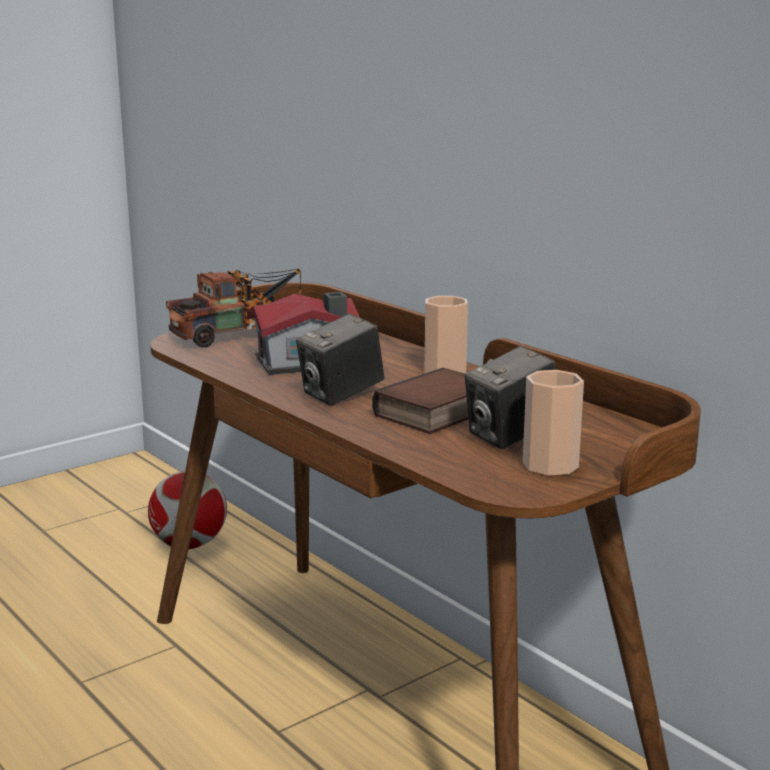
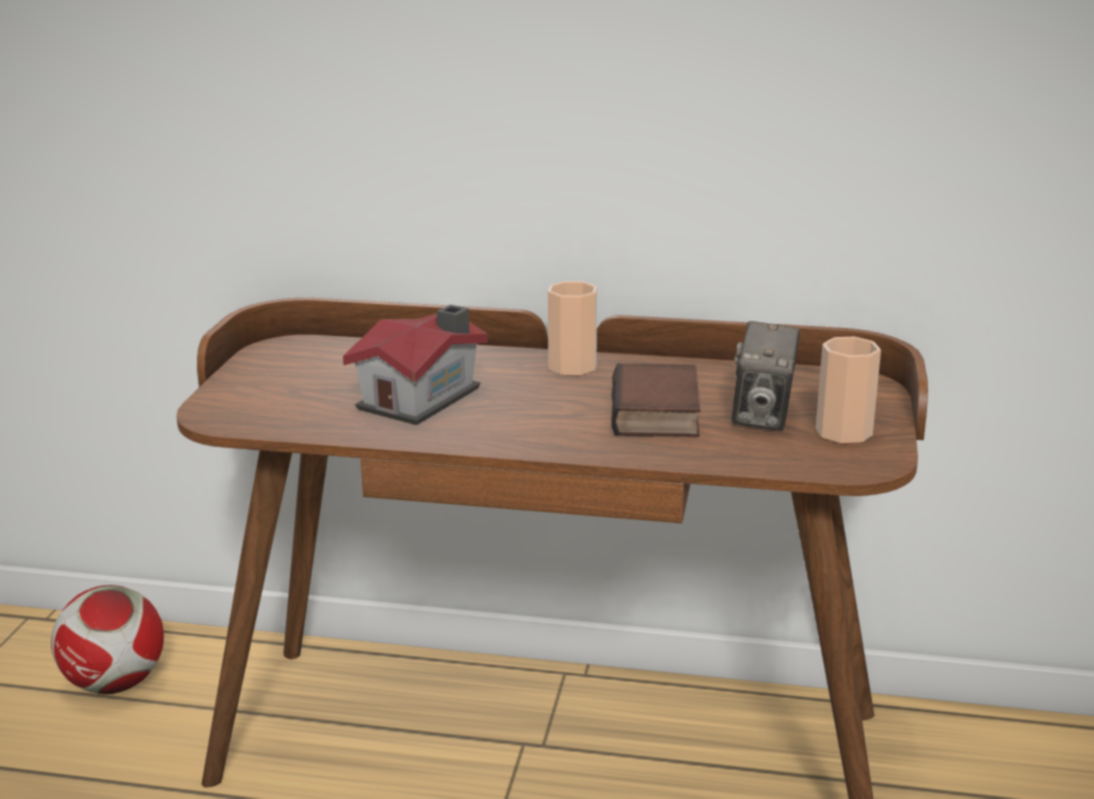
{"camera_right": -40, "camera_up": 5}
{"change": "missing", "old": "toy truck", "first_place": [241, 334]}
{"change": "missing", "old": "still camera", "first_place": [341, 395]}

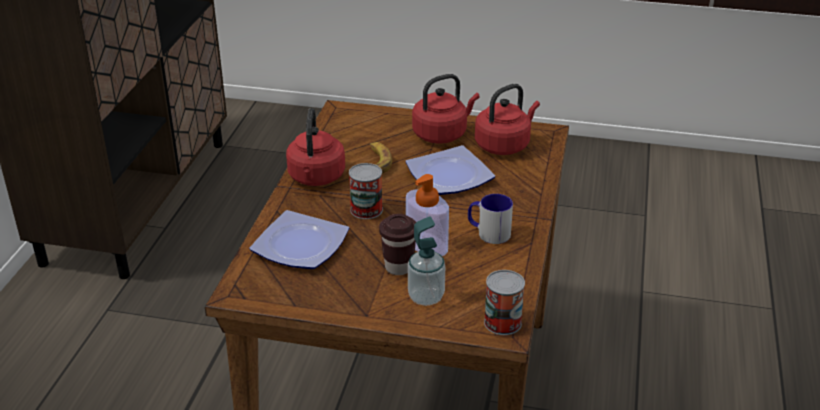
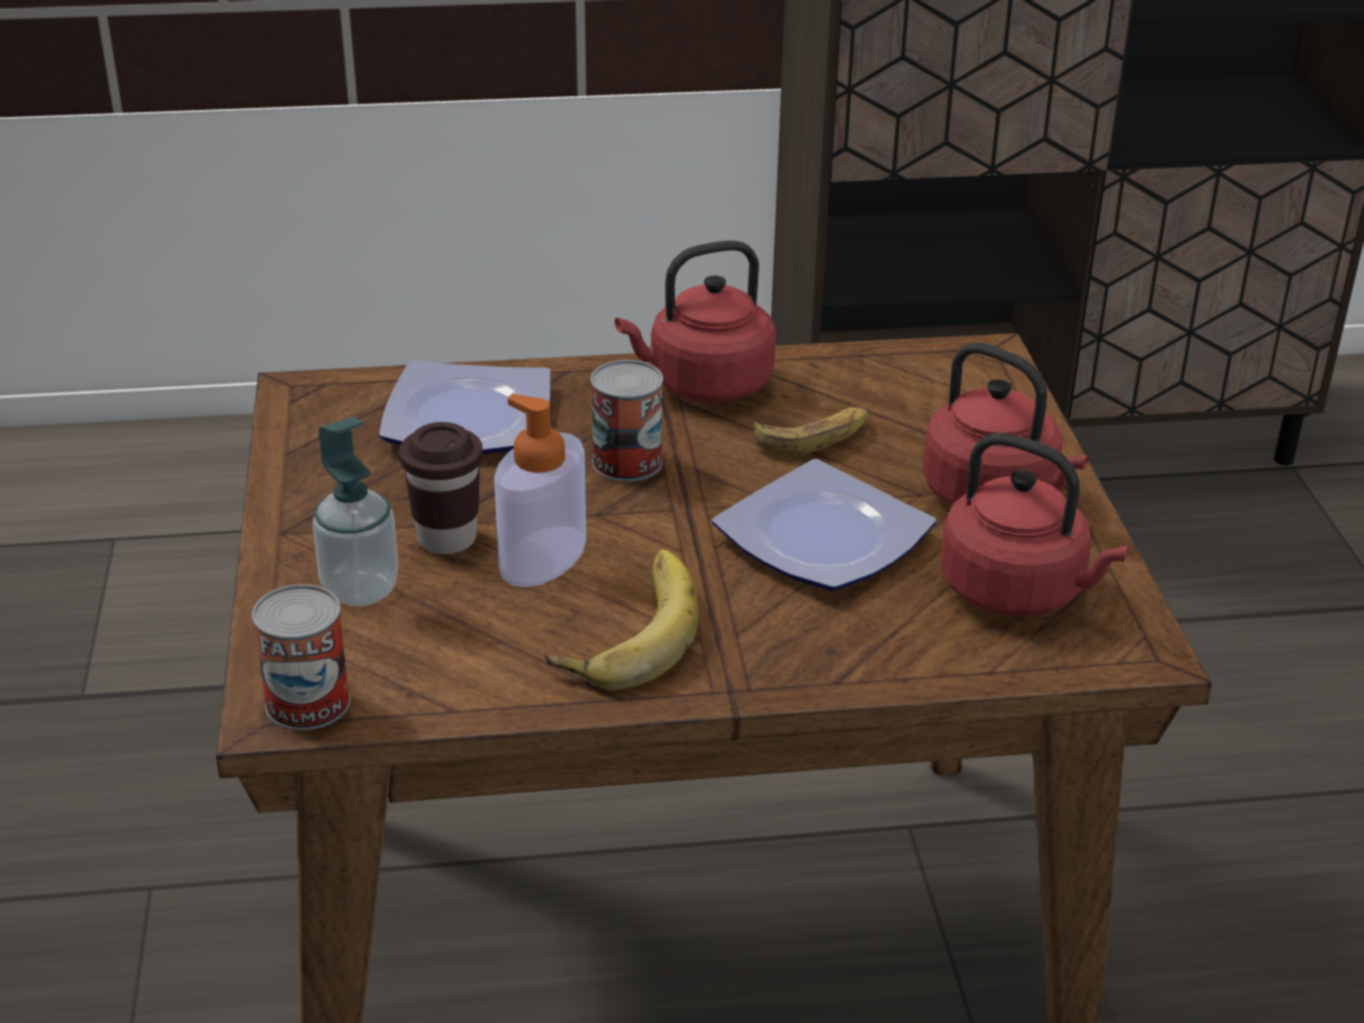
{"camera_right": 70, "camera_up": 0}
{"change": "exchanged", "old": "mug", "new": "banana", "first_place": [488, 233], "second_place": [626, 630]}

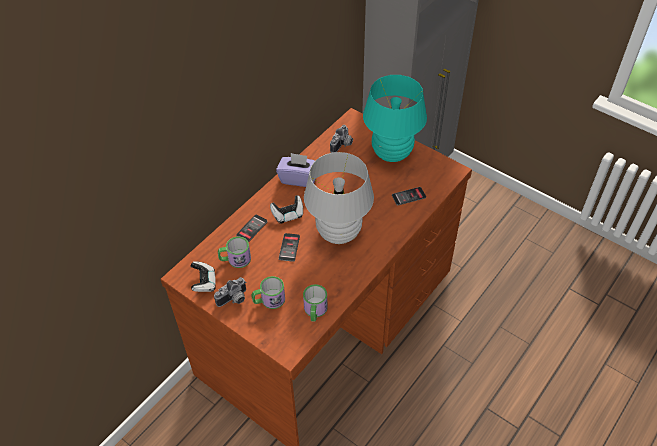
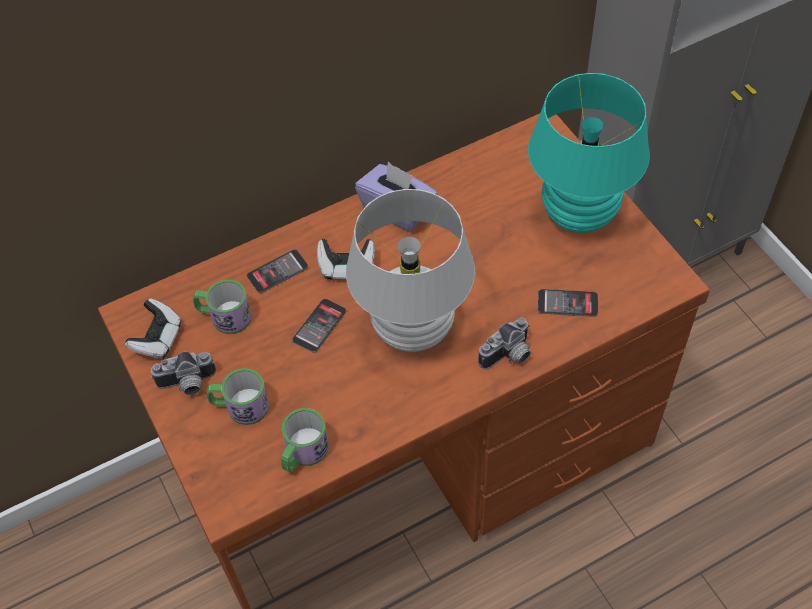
{"camera_right": 25, "camera_up": 5}
{"change": "relocated", "old": "still camera", "first_place": [342, 145], "second_place": [509, 356]}

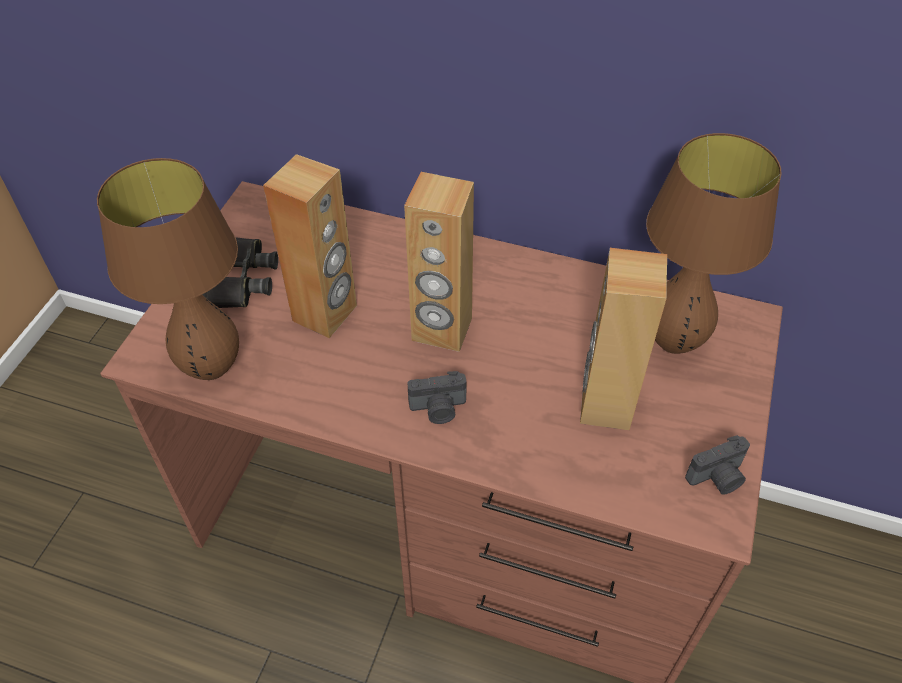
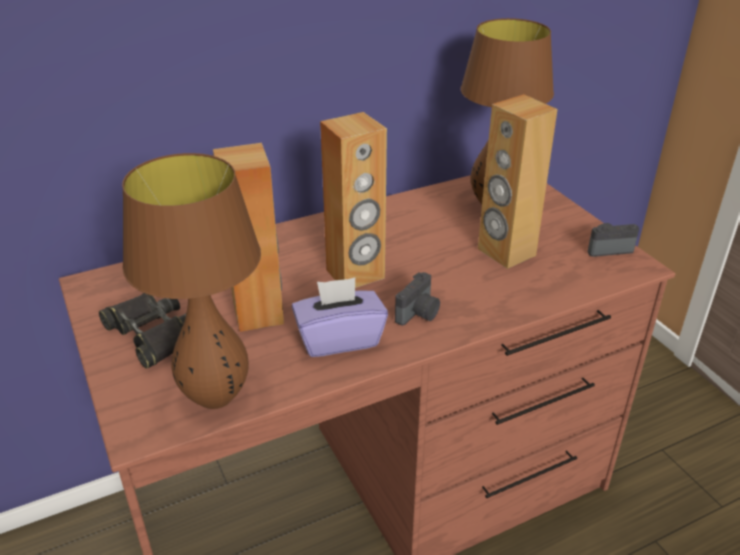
{"camera_right": -45, "camera_up": -15}
{"change": "appeared", "new": "box of tissues (purplish)", "second_place": [339, 339]}
{"change": "spun", "old": "still camera", "first_place": [718, 478], "second_place": [607, 248], "degrees": -120}

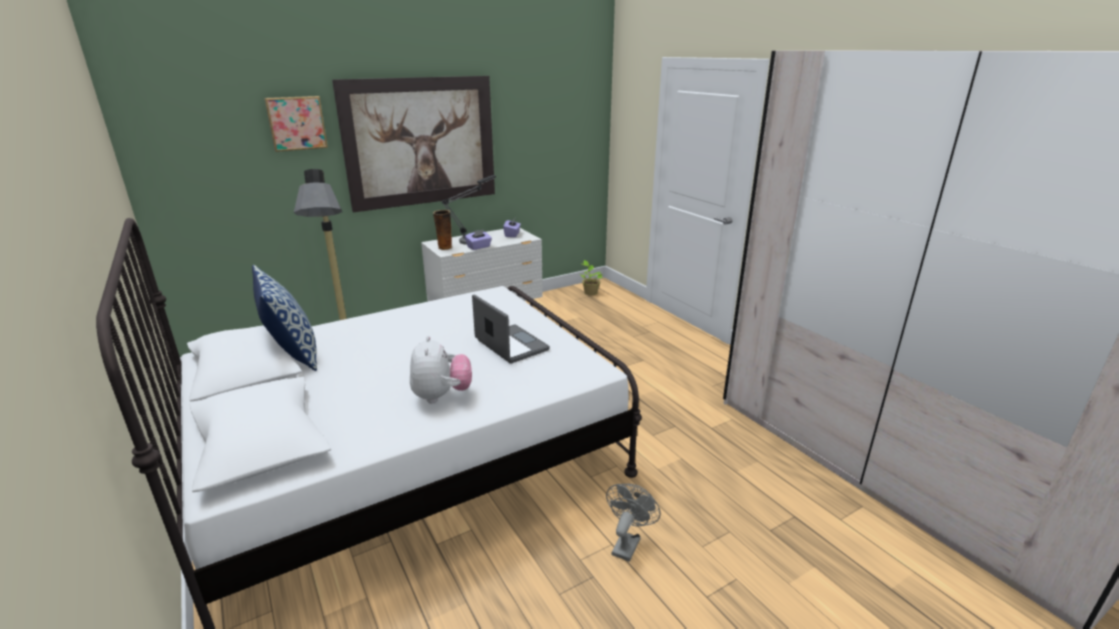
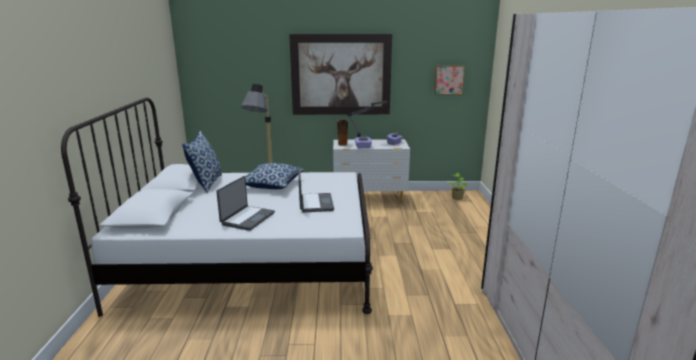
{"camera_right": 30, "camera_up": -5}
{"change": "exchanged", "old": "plush toy", "new": "laptop", "first_place": [441, 396], "second_place": [247, 218]}
{"change": "appeared", "new": "pillow", "second_place": [271, 184]}
{"change": "relocated", "old": "wall picture", "first_place": [296, 123], "second_place": [449, 79]}
{"change": "missing", "old": "fan (gray)", "first_place": [627, 543]}

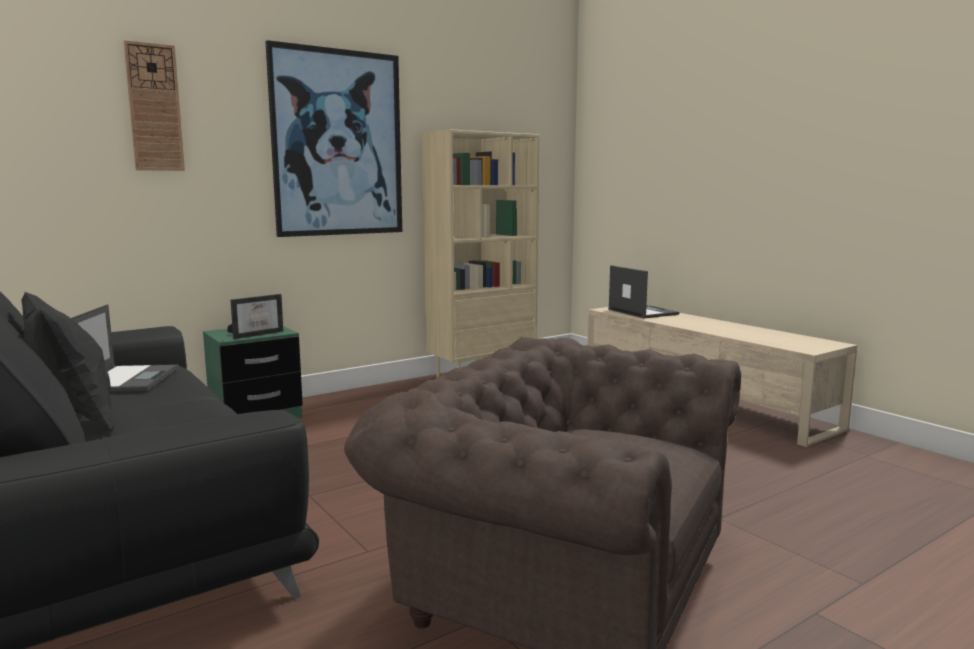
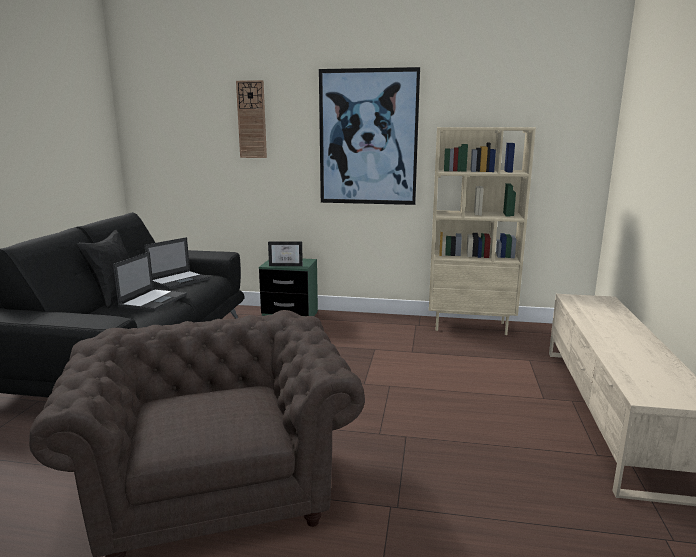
{"camera_right": 45, "camera_up": 5}
{"change": "relocated", "old": "laptop", "first_place": [642, 312], "second_place": [153, 300]}

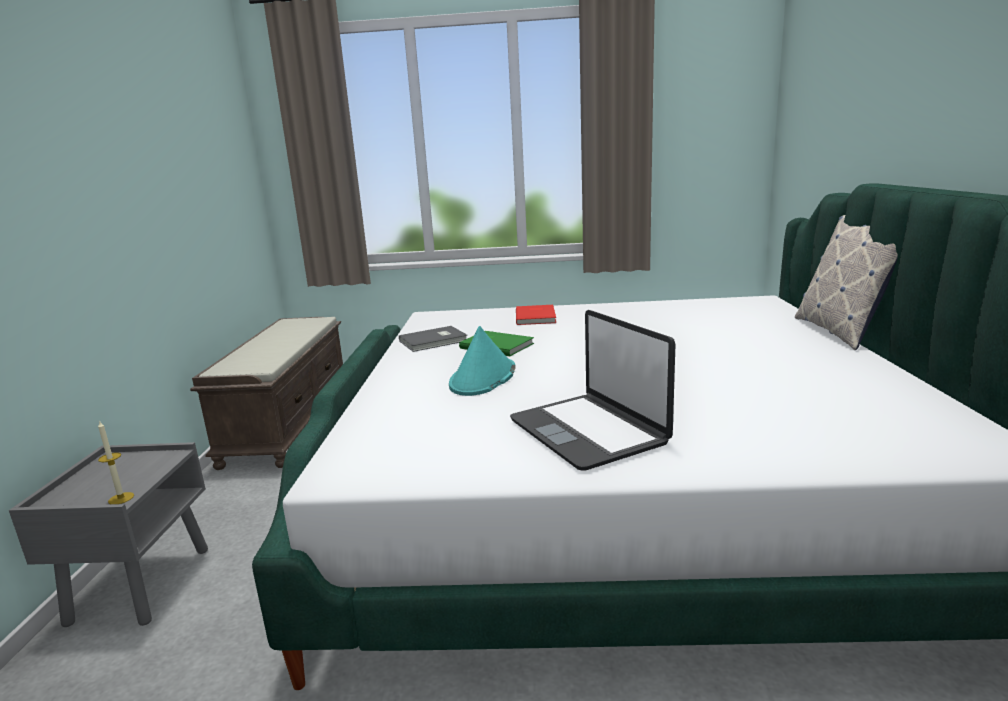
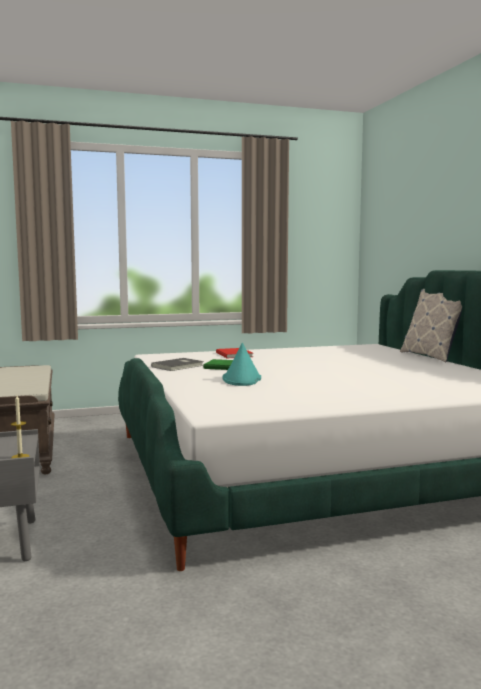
{"camera_right": -20, "camera_up": -10}
{"change": "missing", "old": "laptop", "first_place": [588, 431]}

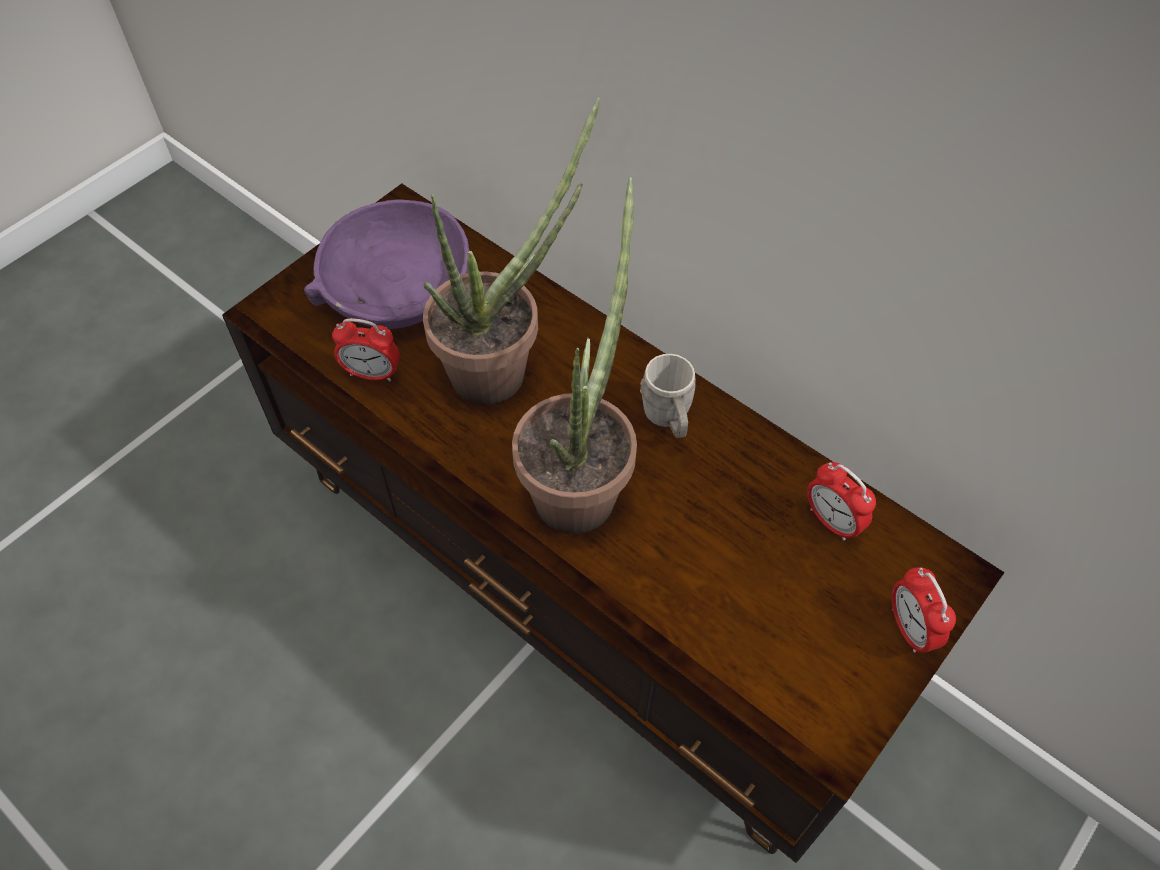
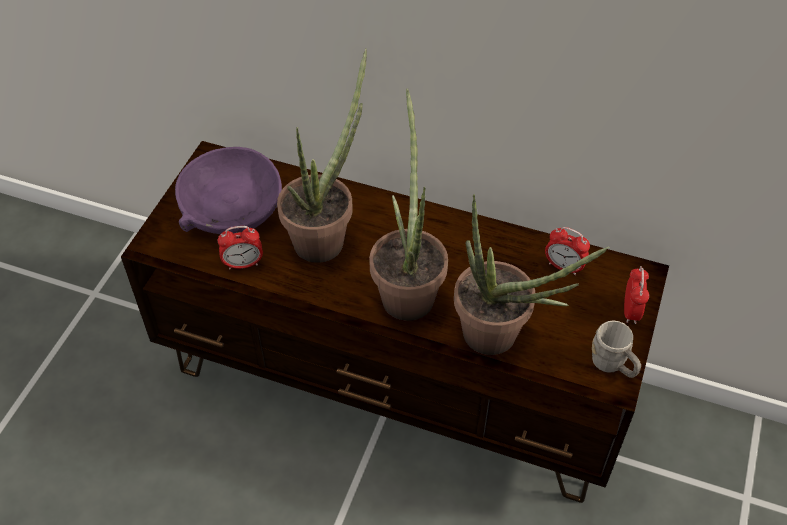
{"camera_right": -20, "camera_up": -5}
{"change": "appeared", "new": "houseplant", "second_place": [500, 339]}
{"change": "relocated", "old": "mug (gray)", "first_place": [668, 419], "second_place": [613, 365]}
{"change": "spun", "old": "alarm clock", "first_place": [909, 629], "second_place": [630, 311], "degrees": -135}

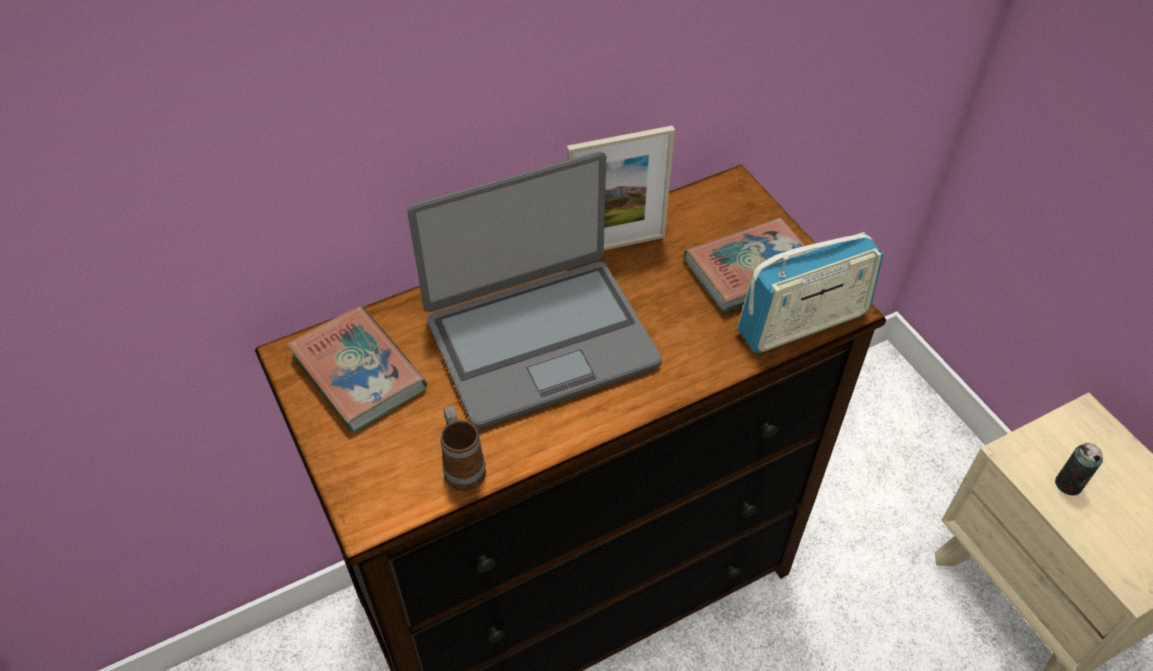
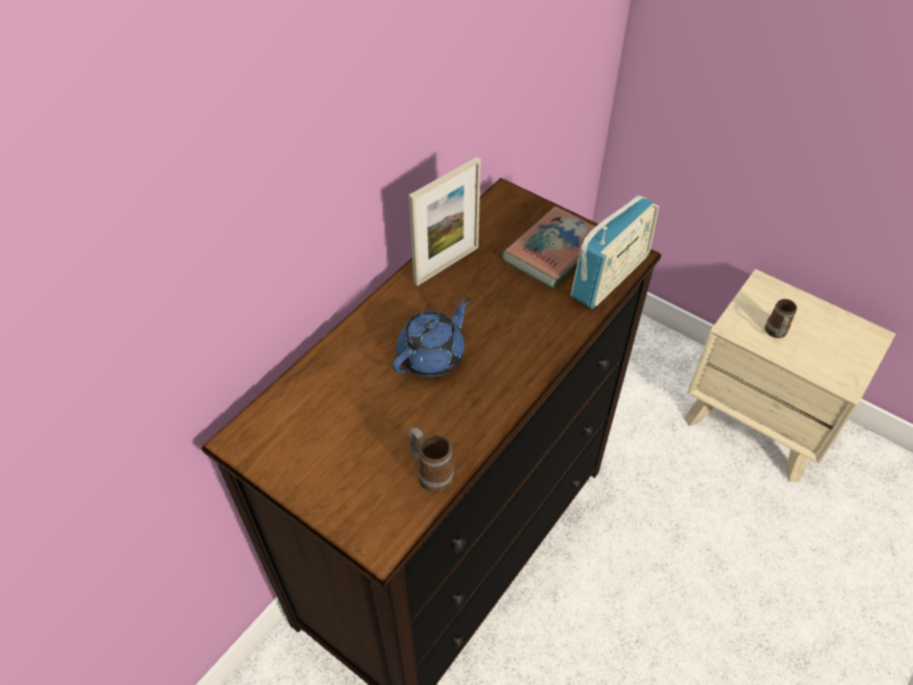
{"camera_right": -25, "camera_up": 0}
{"change": "exchanged", "old": "laptop", "new": "tea pot (blue)", "first_place": [540, 340], "second_place": [432, 356]}
{"change": "exchanged", "old": "can", "new": "mug", "first_place": [1068, 484], "second_place": [775, 334]}
{"change": "missing", "old": "book", "first_place": [359, 373]}

